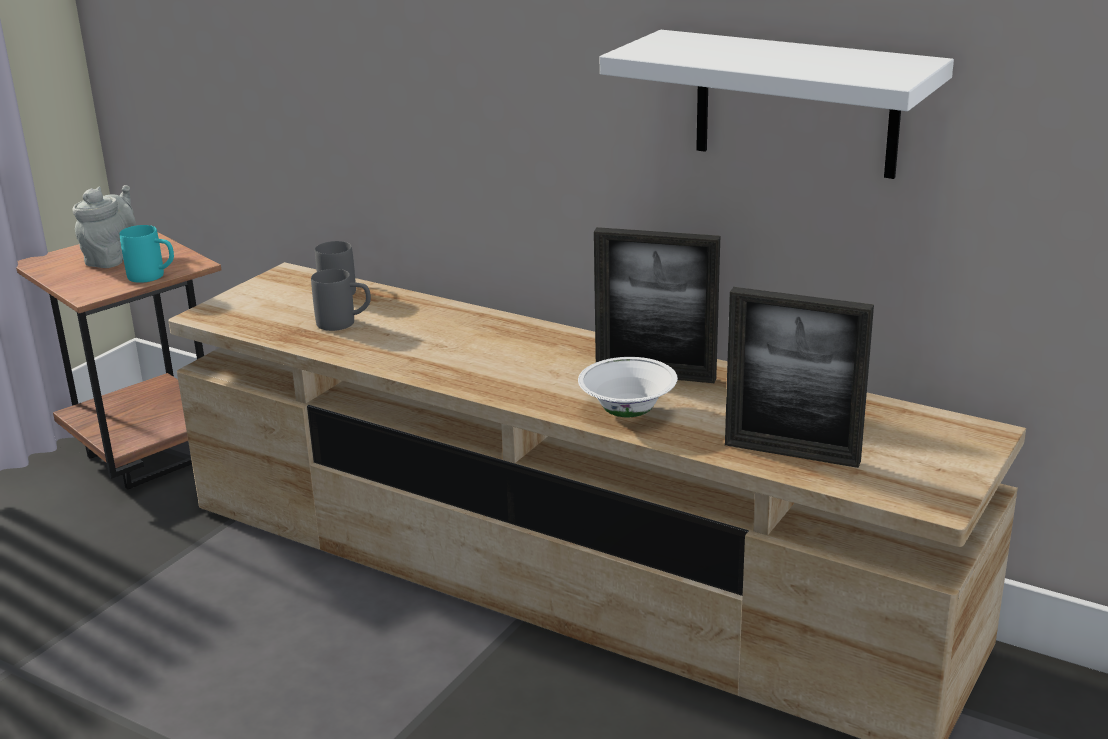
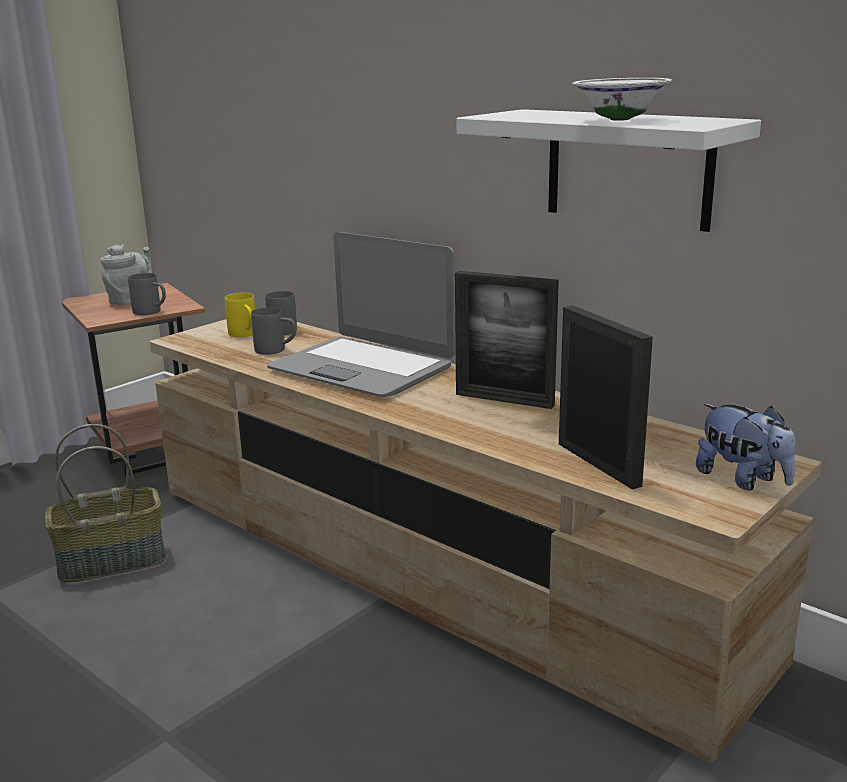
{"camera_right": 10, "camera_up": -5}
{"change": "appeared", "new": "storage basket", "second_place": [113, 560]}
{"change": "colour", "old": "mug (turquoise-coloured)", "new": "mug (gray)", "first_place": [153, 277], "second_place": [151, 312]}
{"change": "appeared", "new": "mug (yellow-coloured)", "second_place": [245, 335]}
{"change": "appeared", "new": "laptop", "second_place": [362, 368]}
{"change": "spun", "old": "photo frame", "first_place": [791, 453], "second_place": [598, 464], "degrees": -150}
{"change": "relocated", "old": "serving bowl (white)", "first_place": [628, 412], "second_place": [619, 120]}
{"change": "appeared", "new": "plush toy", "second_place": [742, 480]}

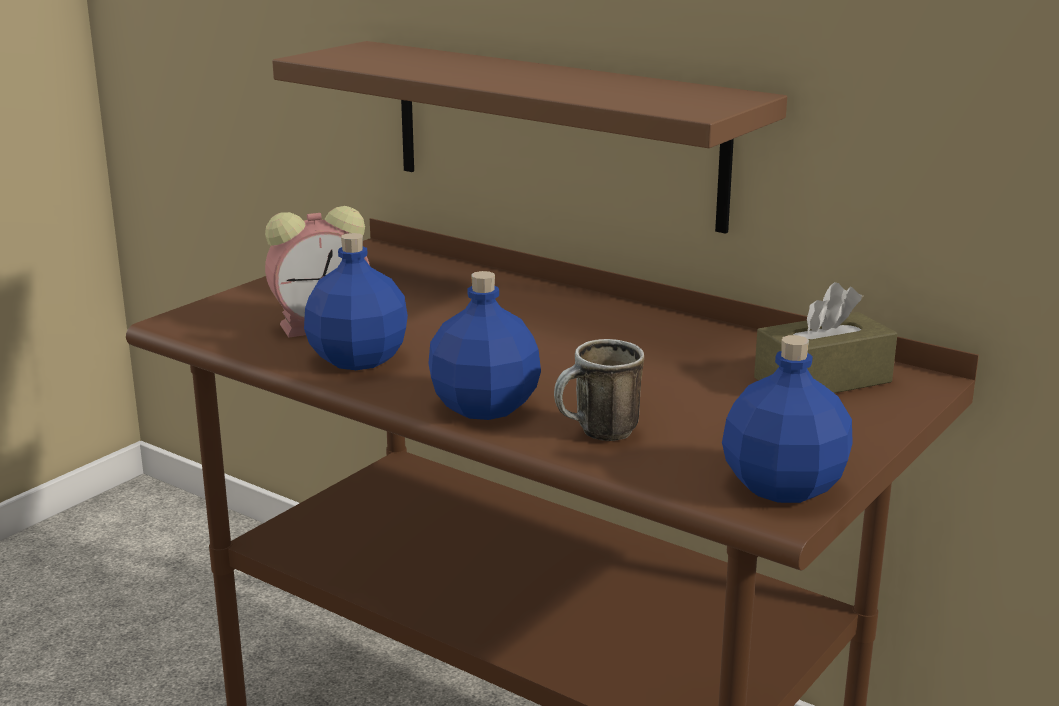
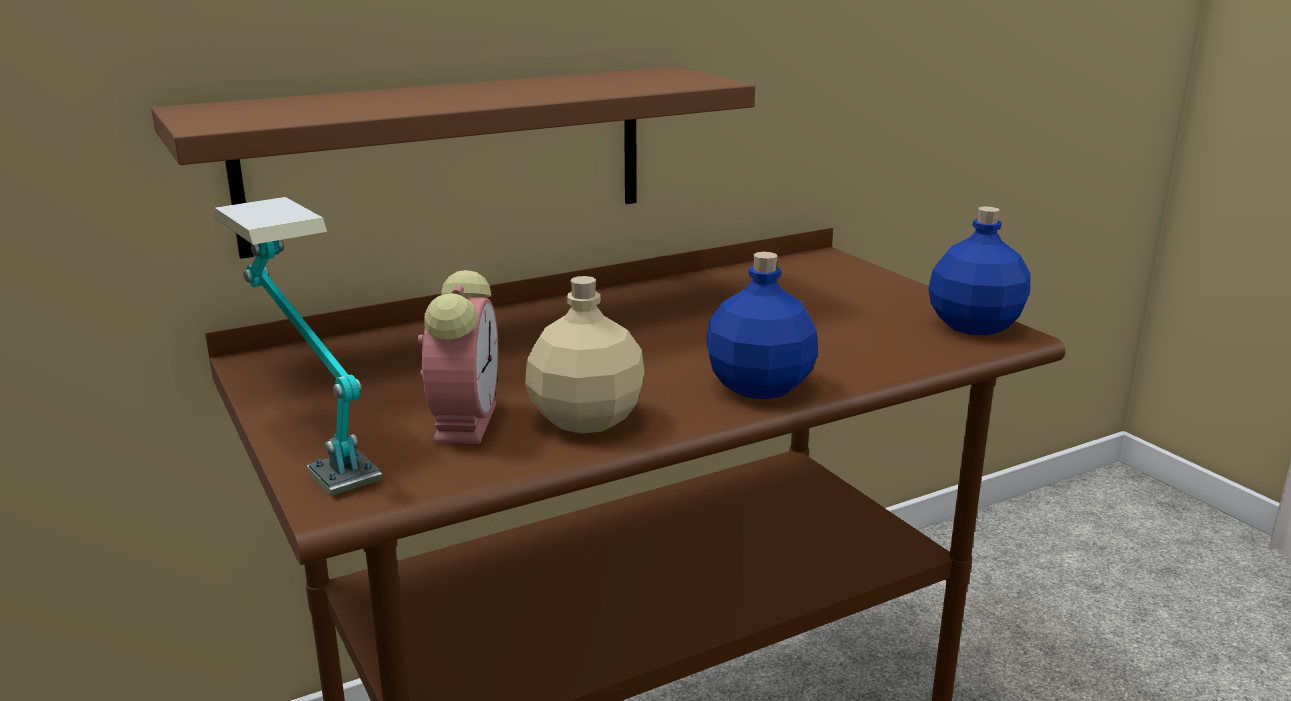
{"camera_right": -65, "camera_up": 0}
{"change": "appeared", "new": "table lamp", "second_place": [311, 444]}
{"change": "colour", "old": "bottle (blue)", "new": "bottle (beige-coloured)", "first_place": [360, 359], "second_place": [586, 418]}
{"change": "missing", "old": "mug", "first_place": [598, 434]}
{"change": "missing", "old": "box of tissues (brown)", "first_place": [822, 380]}

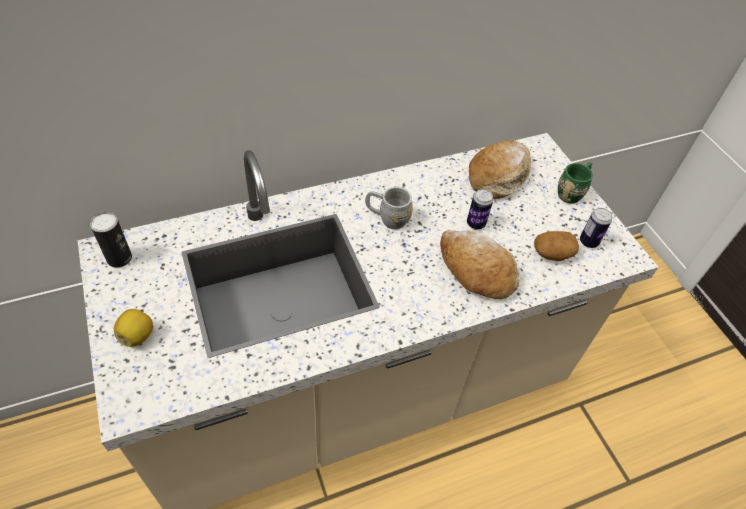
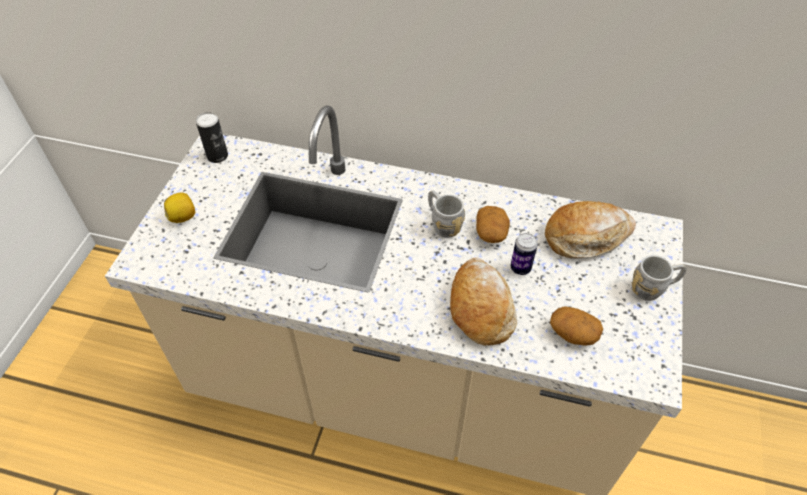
{"camera_right": 40, "camera_up": 0}
{"change": "appeared", "new": "spud", "second_place": [491, 233]}
{"change": "colour", "old": "mug (green-coloured)", "new": "mug (gray)", "first_place": [572, 192], "second_place": [653, 288]}
{"change": "missing", "old": "can", "first_place": [588, 242]}

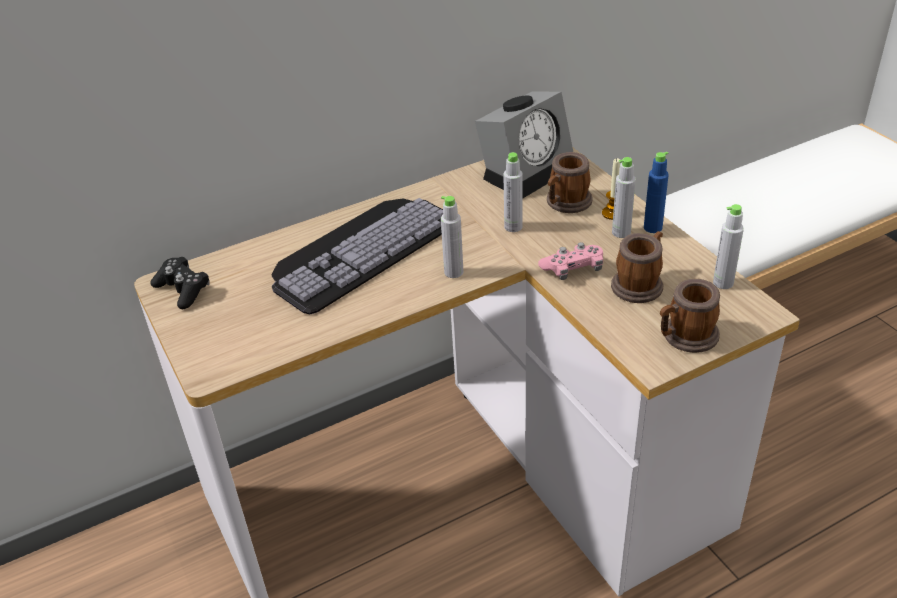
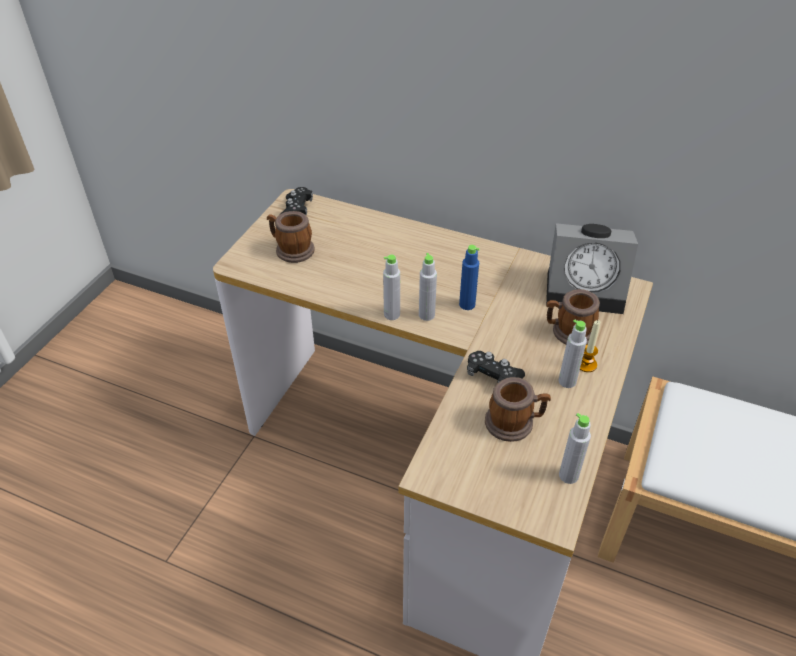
{"camera_right": 50, "camera_up": 5}
{"change": "relocated", "old": "mug", "first_place": [685, 337], "second_place": [291, 249]}
{"change": "relocated", "old": "bottle (gray)", "first_place": [513, 227], "second_place": [392, 314]}
{"change": "relocated", "old": "bottle (blue)", "first_place": [652, 228], "second_place": [467, 304]}
{"change": "colour", "old": "game controller (pinkish)", "new": "game controller (black-coloured)", "first_place": [573, 269], "second_place": [492, 375]}
{"change": "missing", "old": "keyboard", "first_place": [361, 248]}

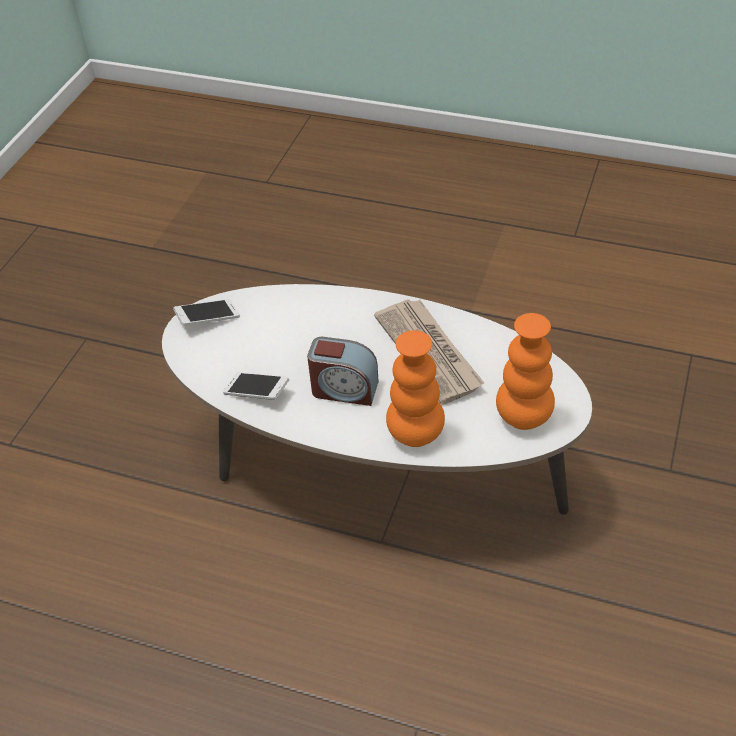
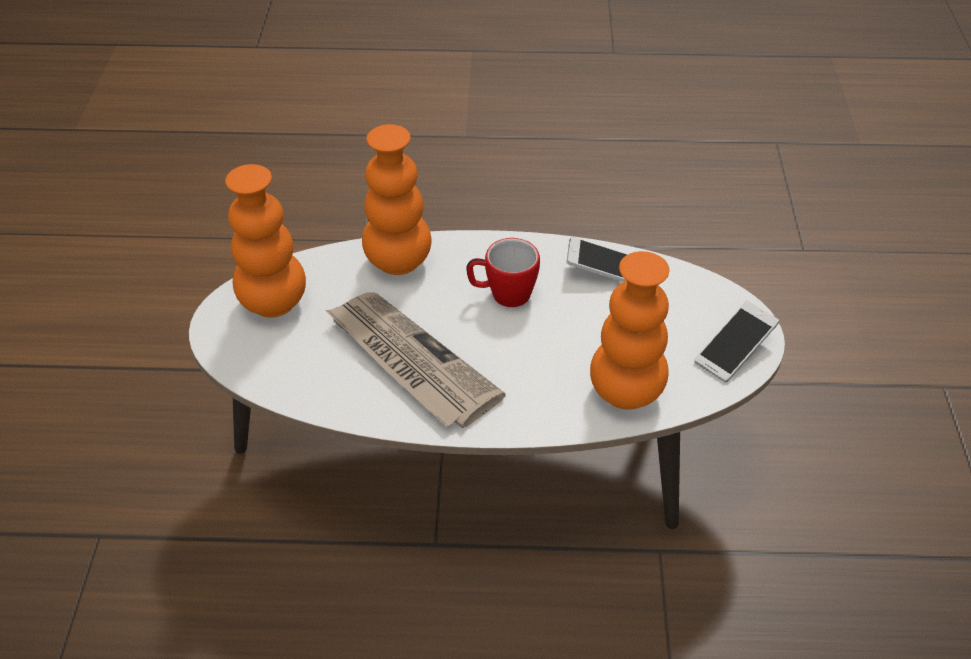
{"camera_right": 160, "camera_up": 0}
{"change": "exchanged", "old": "alarm clock", "new": "mug", "first_place": [344, 389], "second_place": [502, 294]}
{"change": "appeared", "new": "flower vase (orange)", "second_place": [625, 393]}

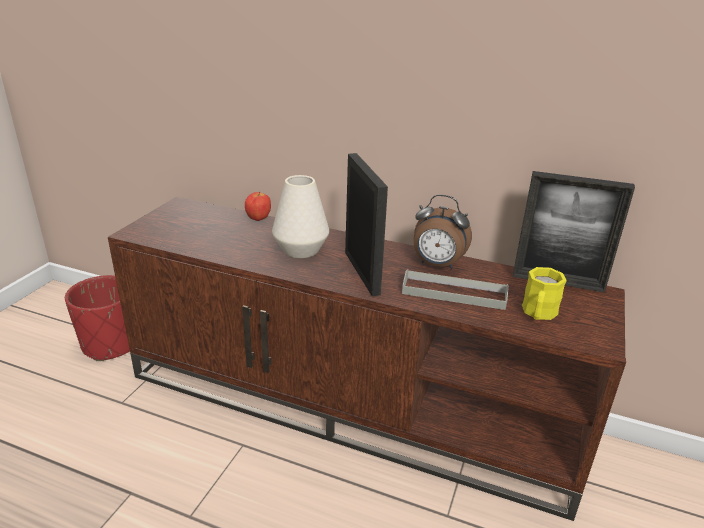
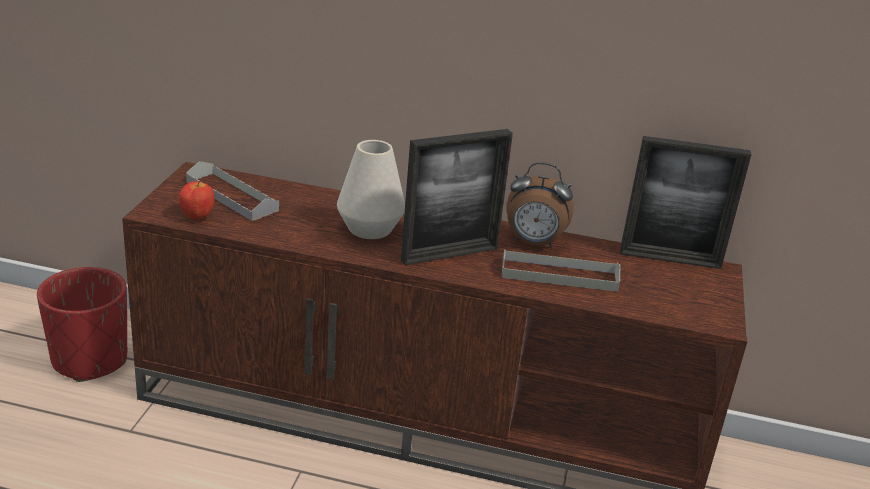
{"camera_right": -10, "camera_up": 0}
{"change": "relocated", "old": "apple", "first_place": [258, 219], "second_place": [197, 217]}
{"change": "appeared", "new": "tray (gray)", "second_place": [231, 196]}
{"change": "spun", "old": "photo frame", "first_place": [362, 272], "second_place": [450, 254], "degrees": 90}
{"change": "missing", "old": "mug (yellow-coloured)", "first_place": [538, 314]}

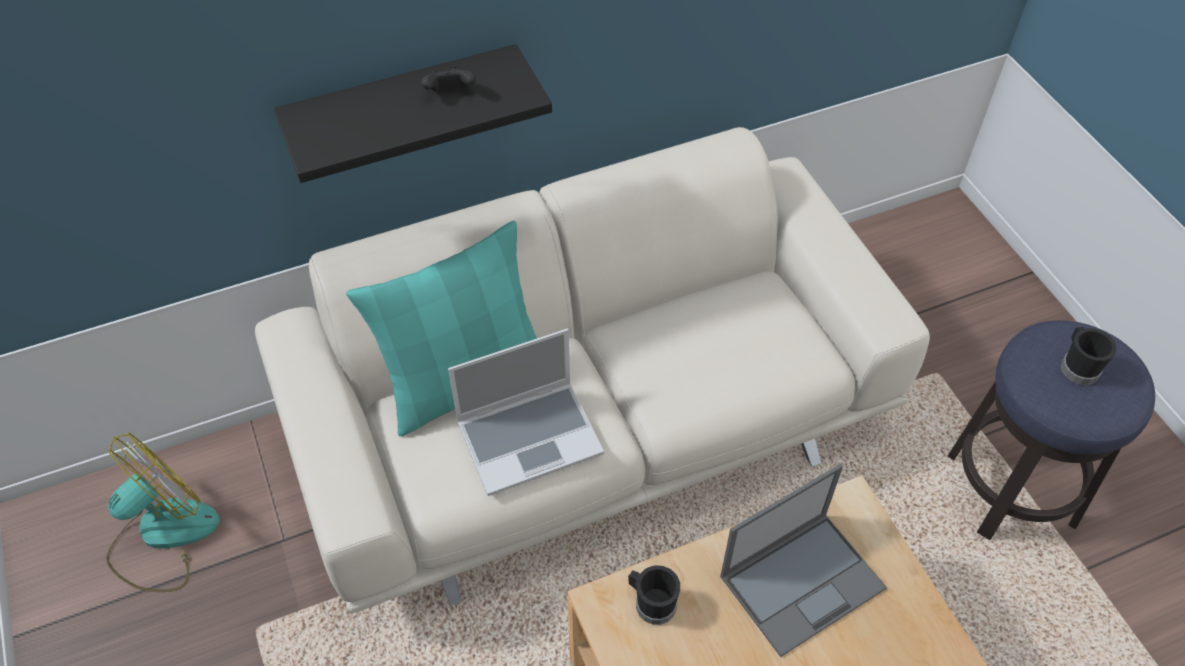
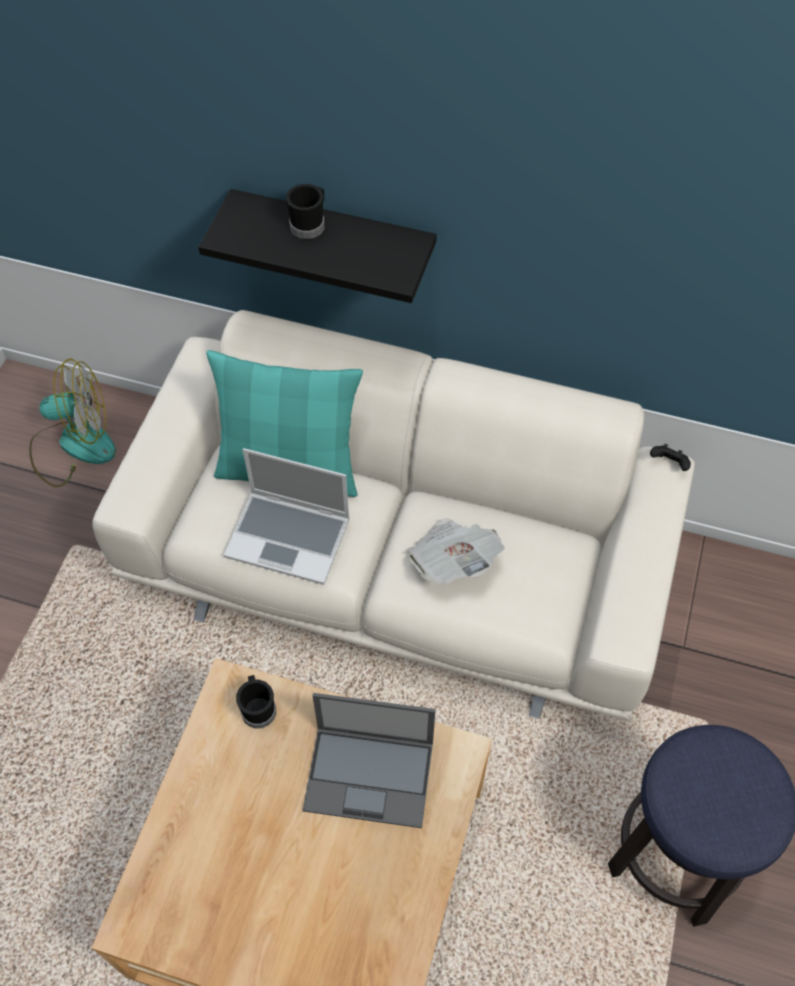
{"camera_right": 40, "camera_up": 5}
{"change": "relocated", "old": "mug (black-coloured)", "first_place": [1077, 366], "second_place": [310, 224]}
{"change": "appeared", "new": "printed paper", "second_place": [453, 561]}
{"change": "relocated", "old": "game controller (black-coloured)", "first_place": [450, 93], "second_place": [669, 464]}

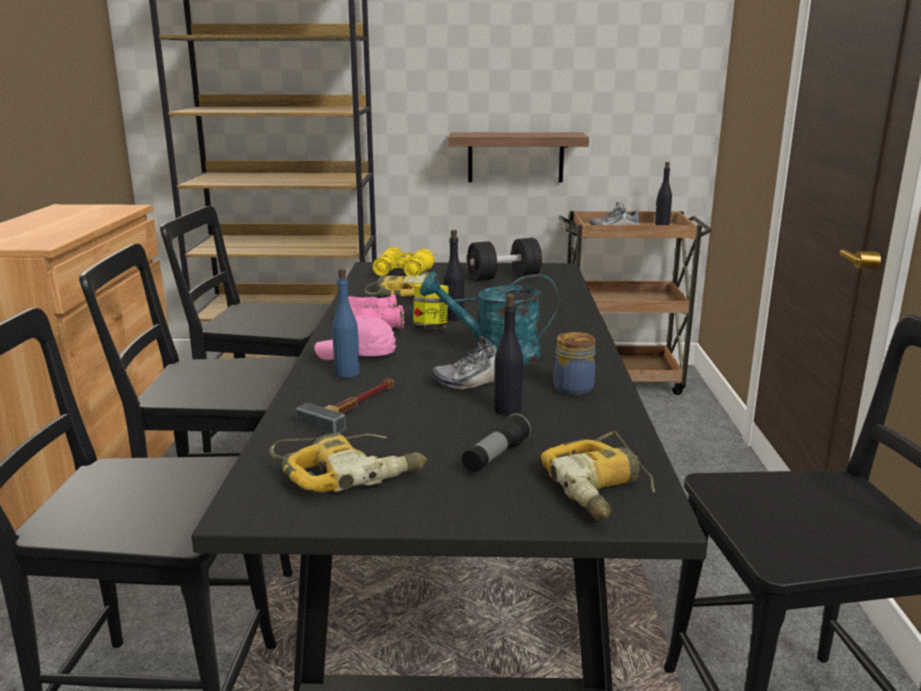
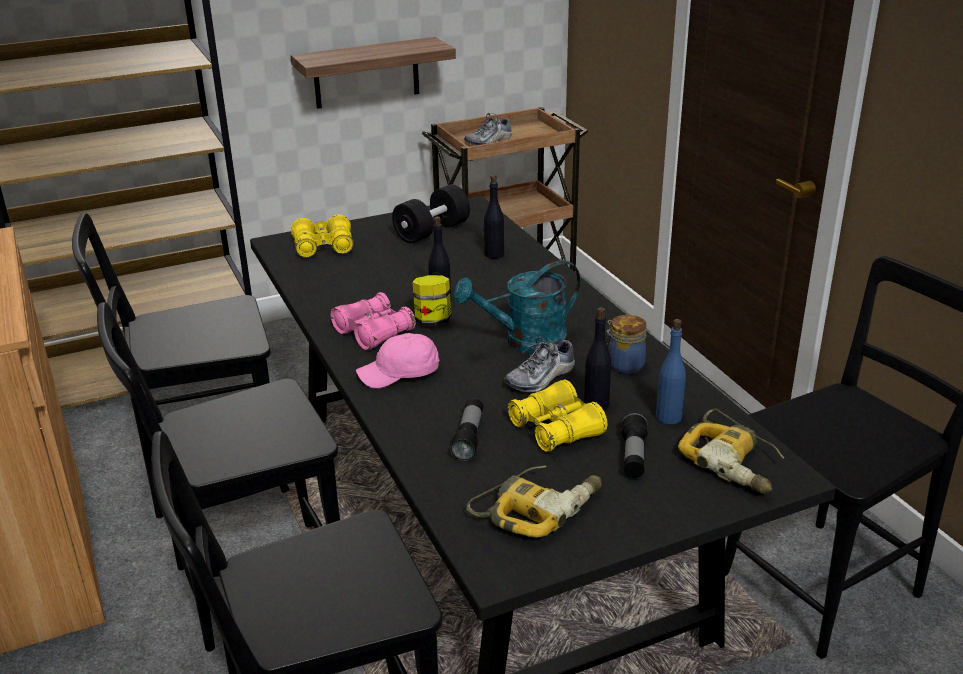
{"camera_right": -25, "camera_up": 10}
{"change": "exchanged", "old": "tool hammer", "new": "flashlight", "first_place": [356, 407], "second_place": [469, 438]}
{"change": "relocated", "old": "bottle (black-coloured)", "first_place": [661, 224], "second_place": [494, 255]}
{"change": "appeared", "new": "binoculars (yellow-coloured)", "second_place": [556, 429]}
{"change": "relocated", "old": "bottle (blue)", "first_place": [347, 373], "second_place": [668, 417]}
{"change": "missing", "old": "drill", "first_place": [401, 293]}

